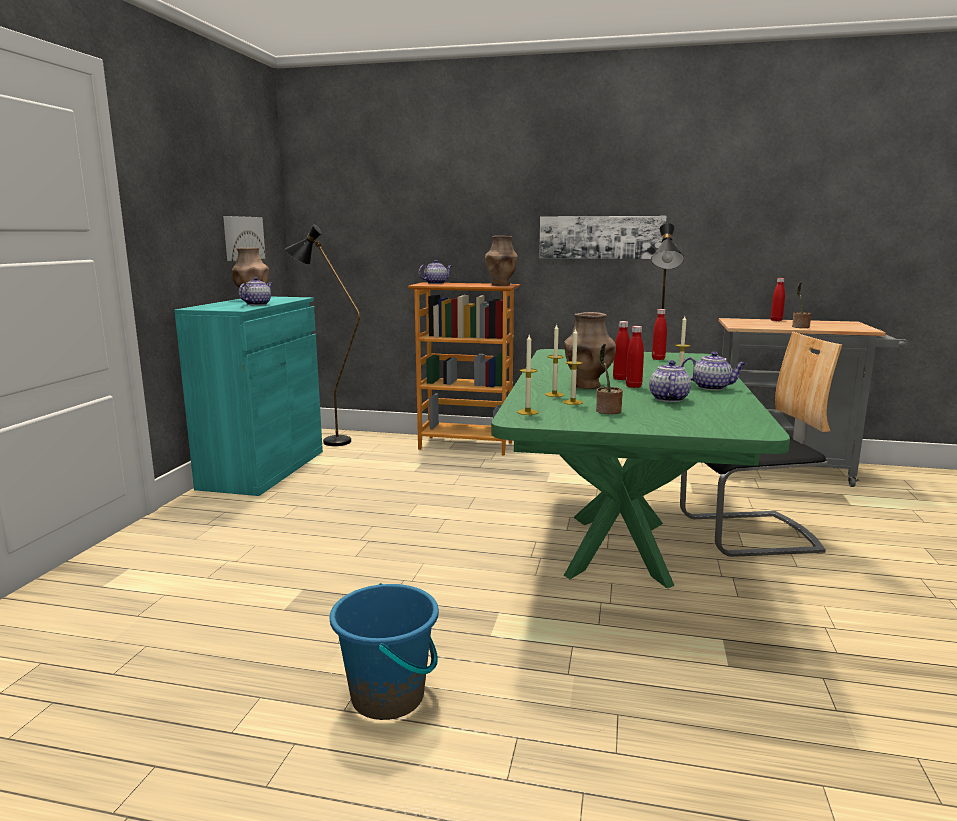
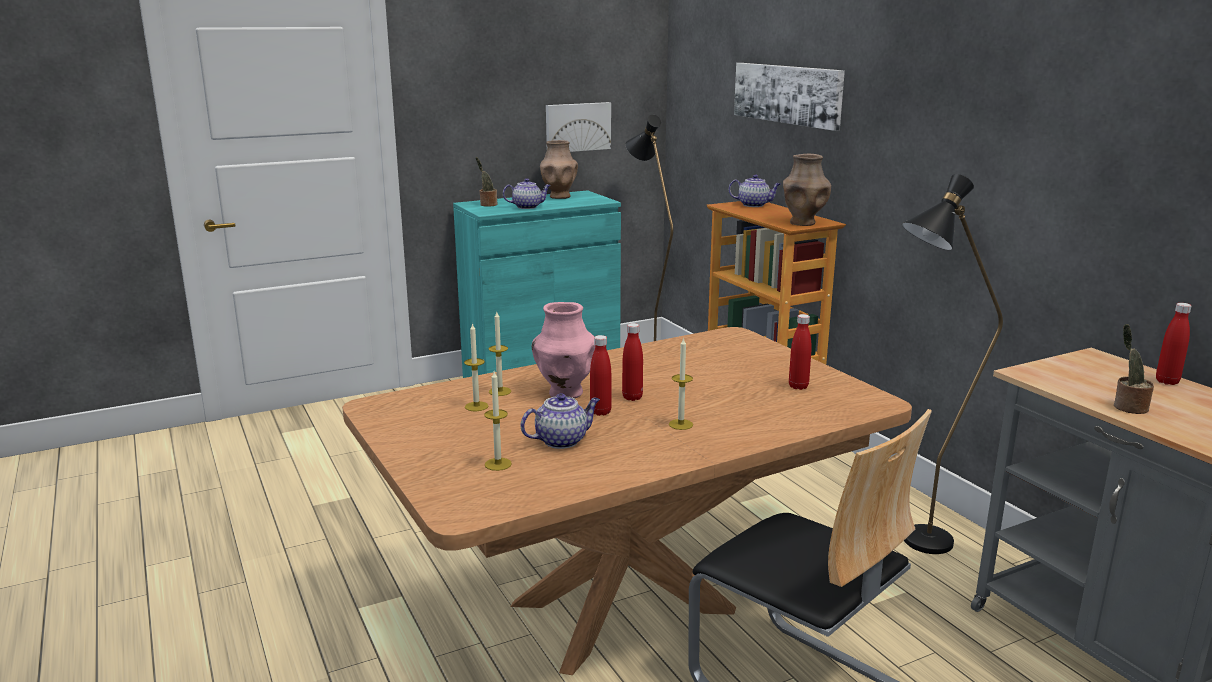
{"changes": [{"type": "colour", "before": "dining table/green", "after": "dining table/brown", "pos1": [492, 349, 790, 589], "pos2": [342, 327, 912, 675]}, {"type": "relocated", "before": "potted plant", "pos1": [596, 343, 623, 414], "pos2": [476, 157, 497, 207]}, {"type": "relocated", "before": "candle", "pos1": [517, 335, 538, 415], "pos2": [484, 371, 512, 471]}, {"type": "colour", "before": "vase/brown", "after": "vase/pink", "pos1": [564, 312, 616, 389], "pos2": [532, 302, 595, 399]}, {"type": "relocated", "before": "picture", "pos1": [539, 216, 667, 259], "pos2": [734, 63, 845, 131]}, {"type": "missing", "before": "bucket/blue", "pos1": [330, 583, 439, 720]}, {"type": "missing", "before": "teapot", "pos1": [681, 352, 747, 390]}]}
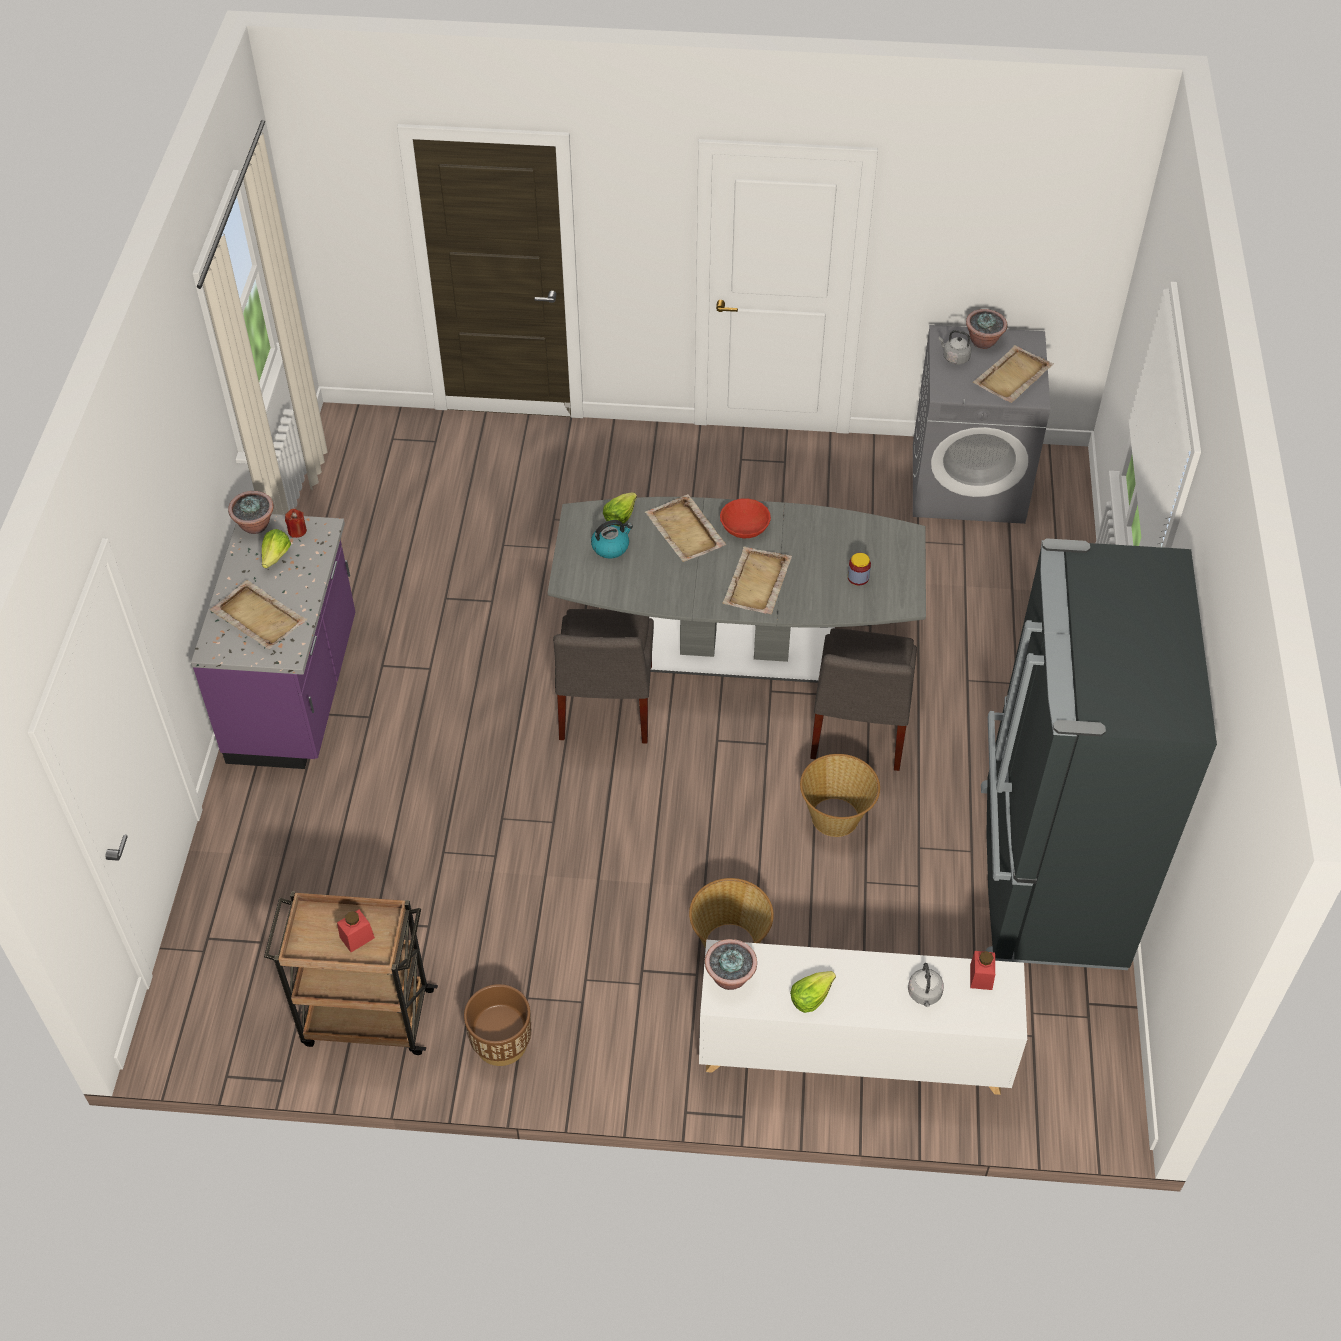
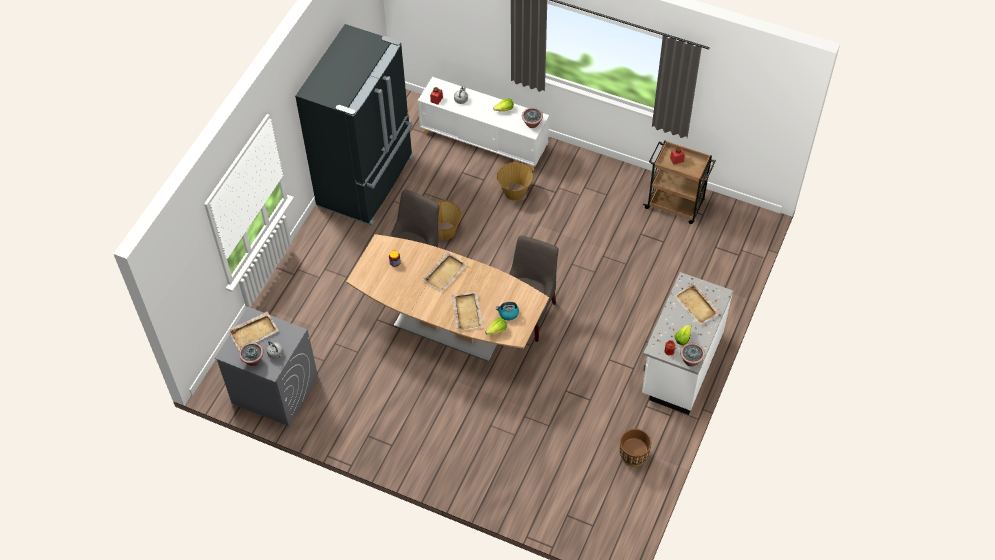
{"changes": [{"type": "colour", "before": "dining table/grey", "after": "dining table/brown", "pos1": [548, 497, 926, 683], "pos2": [346, 234, 549, 362]}, {"type": "relocated", "before": "planter/brown", "pos1": [464, 984, 531, 1066], "pos2": [619, 429, 651, 467]}, {"type": "colour", "before": "counter/purple", "after": "counter/white", "pos1": [191, 514, 355, 769], "pos2": [642, 272, 733, 415]}, {"type": "missing", "before": "bowl/red", "pos1": [720, 498, 771, 538]}]}
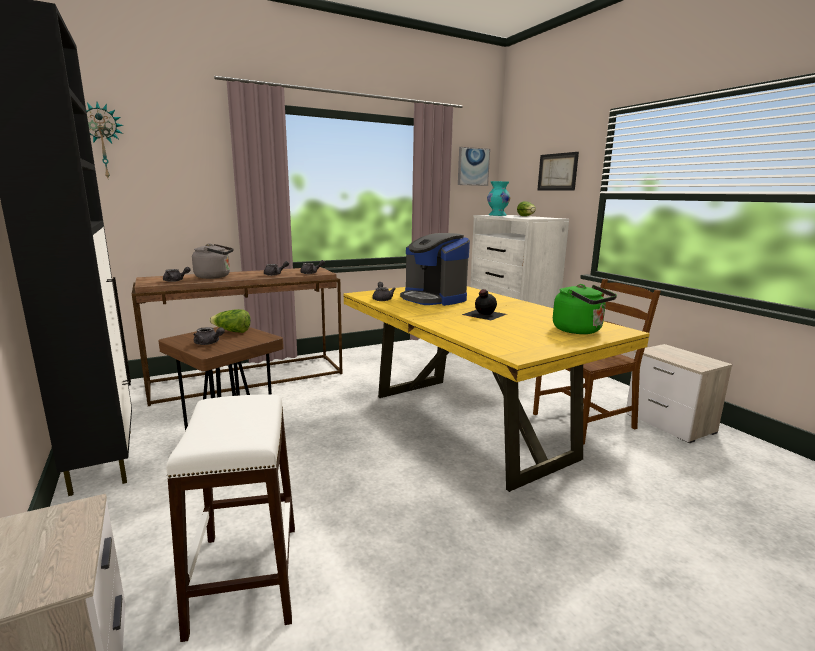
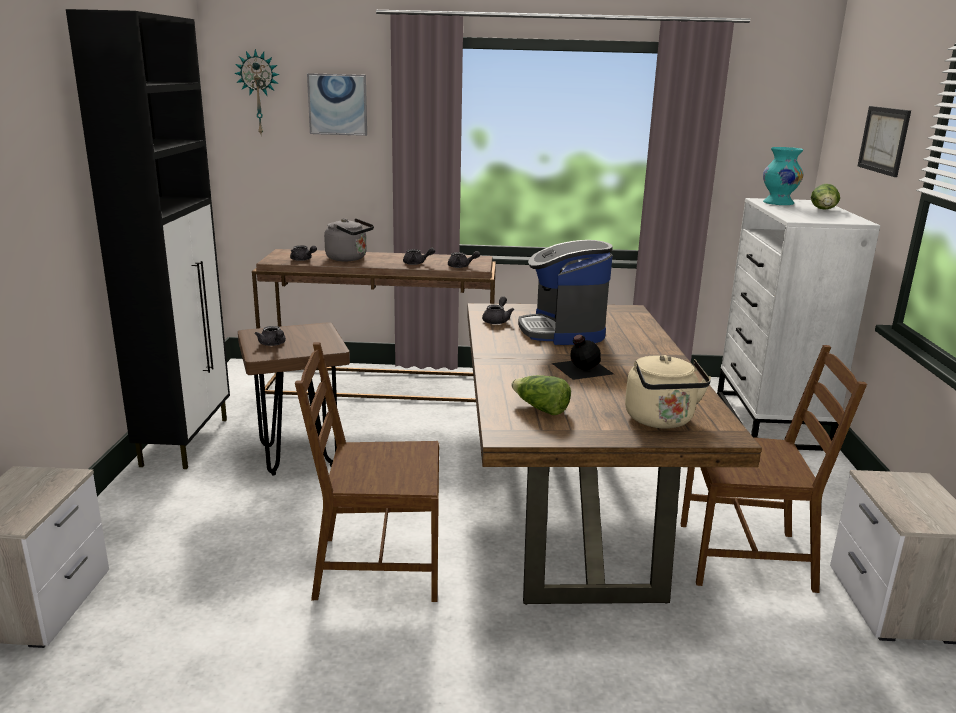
{"changes": [{"type": "appeared", "after": "chair/brown", "pos2": [295, 342, 439, 602]}, {"type": "relocated", "before": "picture", "pos1": [458, 147, 490, 186], "pos2": [307, 73, 367, 136]}, {"type": "colour", "before": "dining table/yellow", "after": "dining table/brown", "pos1": [343, 286, 650, 492], "pos2": [467, 303, 762, 605]}, {"type": "relocated", "before": "lettuce", "pos1": [209, 309, 251, 333], "pos2": [512, 375, 571, 415]}, {"type": "colour", "before": "kettle/green", "after": "kettle/beige", "pos1": [553, 284, 617, 334], "pos2": [625, 355, 711, 428]}, {"type": "missing", "before": "stool/white", "pos1": [166, 395, 295, 642]}]}
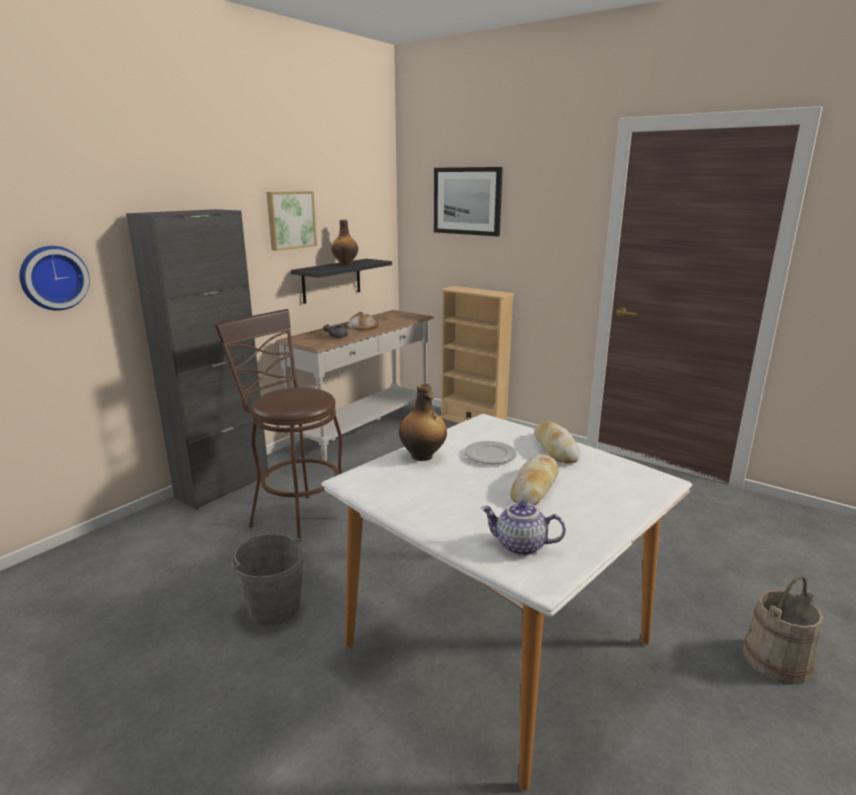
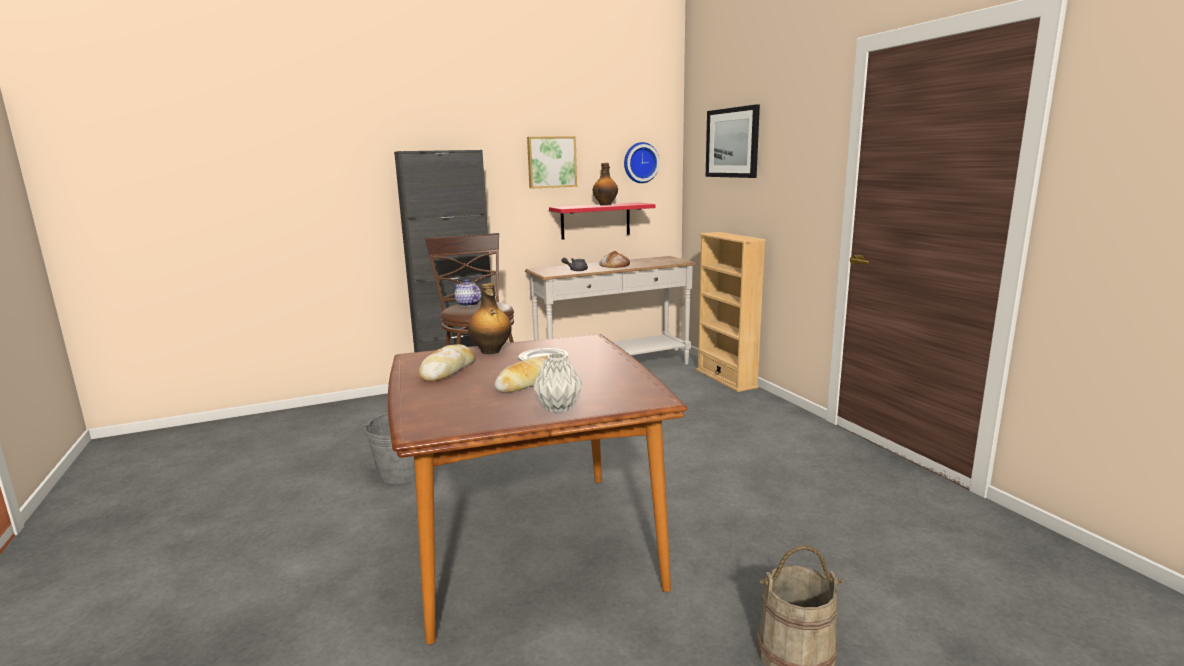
{"changes": [{"type": "colour", "before": "dining table/white", "after": "dining table/brown", "pos1": [321, 414, 692, 791], "pos2": [388, 334, 688, 645]}, {"type": "relocated", "before": "bread", "pos1": [534, 421, 580, 464], "pos2": [419, 344, 475, 381]}, {"type": "relocated", "before": "teapot", "pos1": [481, 501, 566, 556], "pos2": [455, 279, 481, 307]}, {"type": "appeared", "after": "vase/grey", "pos2": [533, 353, 583, 413]}, {"type": "colour", "before": "shelf/black", "after": "shelf/red", "pos1": [291, 259, 392, 304], "pos2": [549, 202, 655, 240]}, {"type": "relocated", "before": "wall clock", "pos1": [19, 246, 90, 311], "pos2": [624, 142, 660, 183]}]}
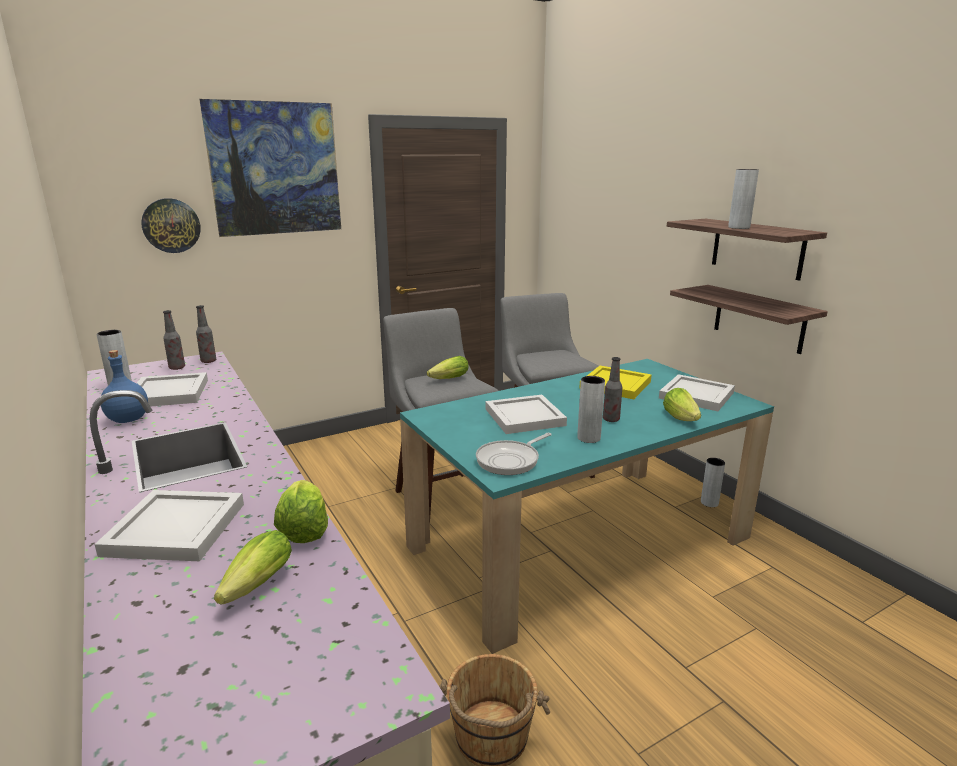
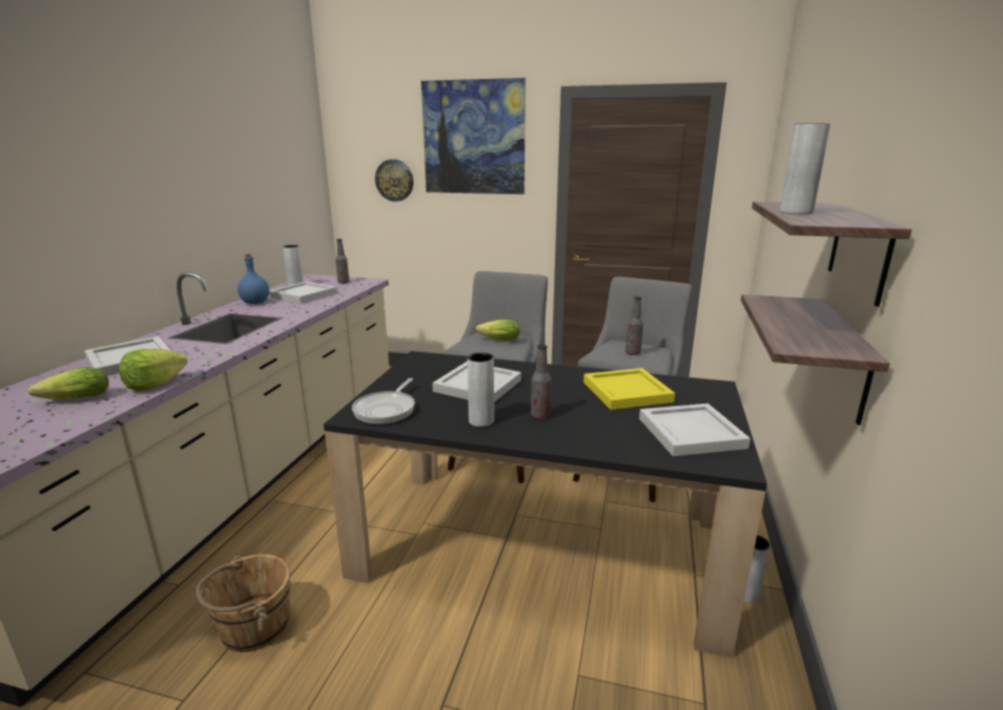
{"changes": [{"type": "colour", "before": "dining table/turquoise", "after": "dining table/black", "pos1": [400, 359, 774, 654], "pos2": [324, 351, 767, 658]}, {"type": "spun", "before": "frying pan", "pos1": [476, 433, 552, 475], "pos2": [352, 378, 415, 424], "turn": -75}, {"type": "relocated", "before": "bottle", "pos1": [196, 305, 216, 363], "pos2": [625, 296, 643, 355]}, {"type": "missing", "before": "lettuce", "pos1": [663, 388, 701, 421]}]}
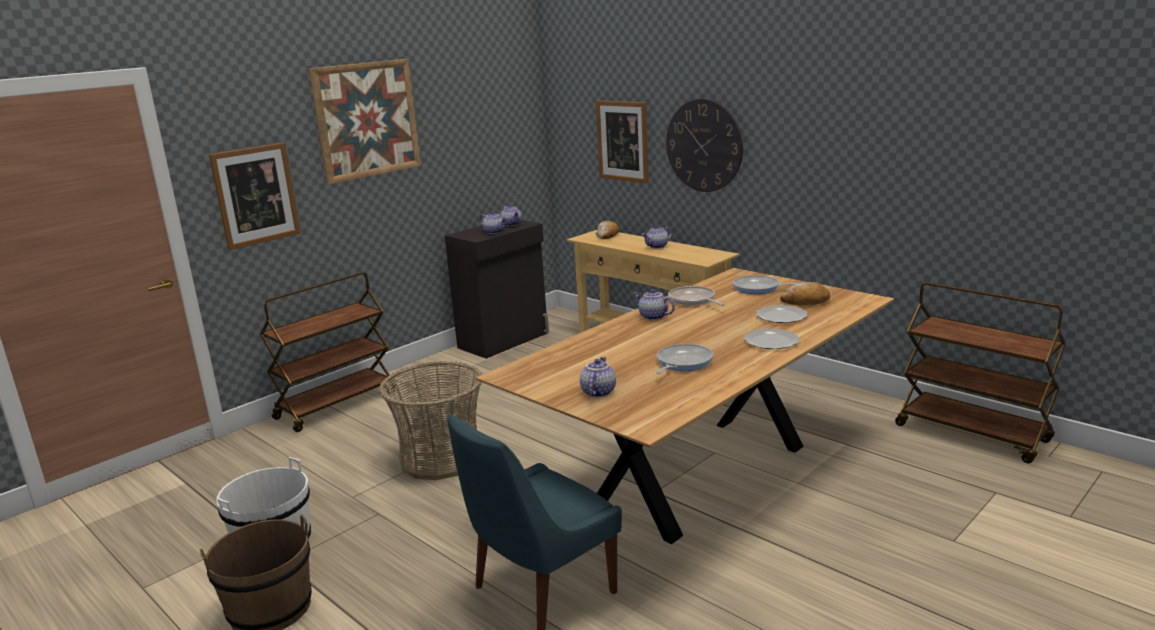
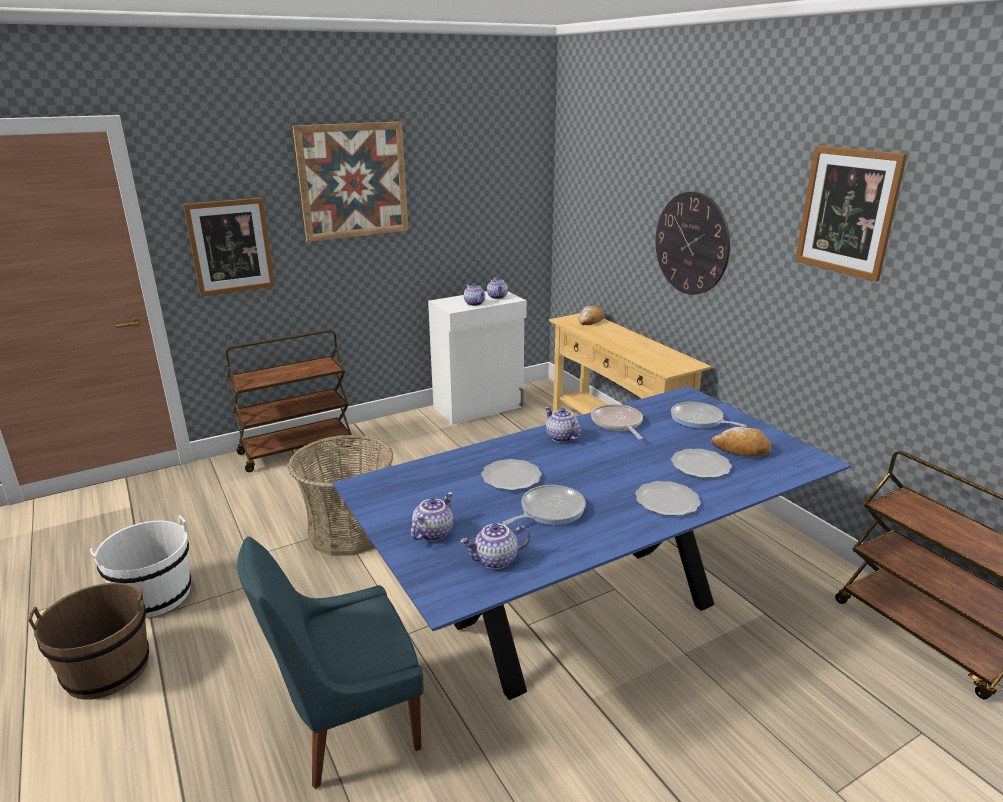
{"changes": [{"type": "colour", "before": "dining table/brown", "after": "dining table/blue", "pos1": [476, 268, 894, 544], "pos2": [332, 386, 851, 700]}, {"type": "colour", "before": "cabinet/black", "after": "cabinet/white", "pos1": [445, 220, 549, 359], "pos2": [428, 291, 527, 425]}, {"type": "relocated", "before": "teapot", "pos1": [642, 225, 672, 249], "pos2": [460, 523, 530, 569]}, {"type": "appeared", "after": "plate", "pos2": [481, 459, 542, 490]}, {"type": "relocated", "before": "picture", "pos1": [596, 101, 649, 184], "pos2": [795, 146, 907, 282]}]}
